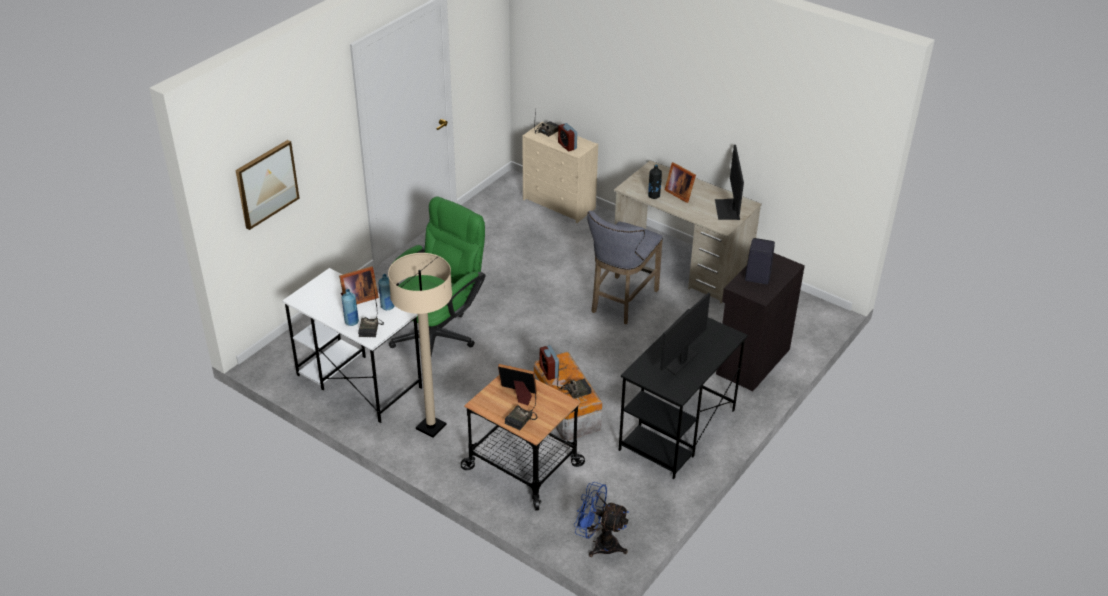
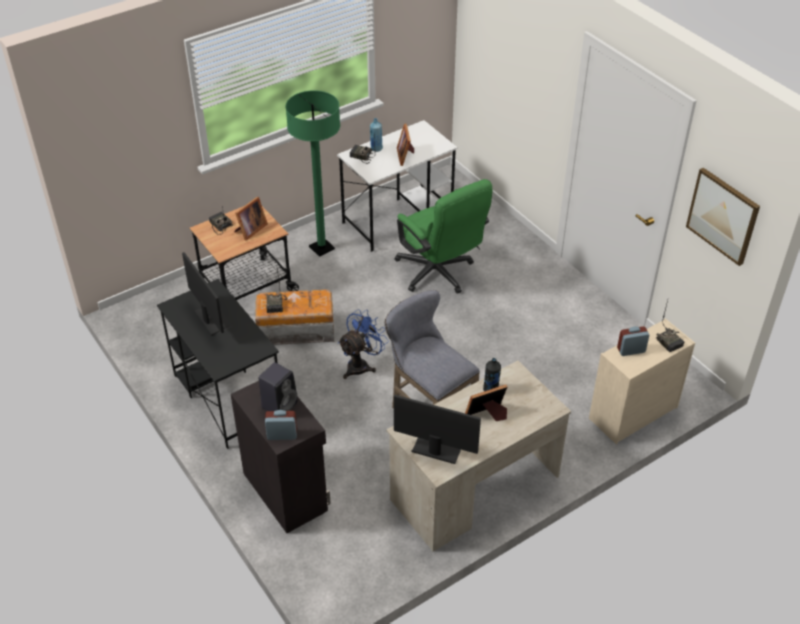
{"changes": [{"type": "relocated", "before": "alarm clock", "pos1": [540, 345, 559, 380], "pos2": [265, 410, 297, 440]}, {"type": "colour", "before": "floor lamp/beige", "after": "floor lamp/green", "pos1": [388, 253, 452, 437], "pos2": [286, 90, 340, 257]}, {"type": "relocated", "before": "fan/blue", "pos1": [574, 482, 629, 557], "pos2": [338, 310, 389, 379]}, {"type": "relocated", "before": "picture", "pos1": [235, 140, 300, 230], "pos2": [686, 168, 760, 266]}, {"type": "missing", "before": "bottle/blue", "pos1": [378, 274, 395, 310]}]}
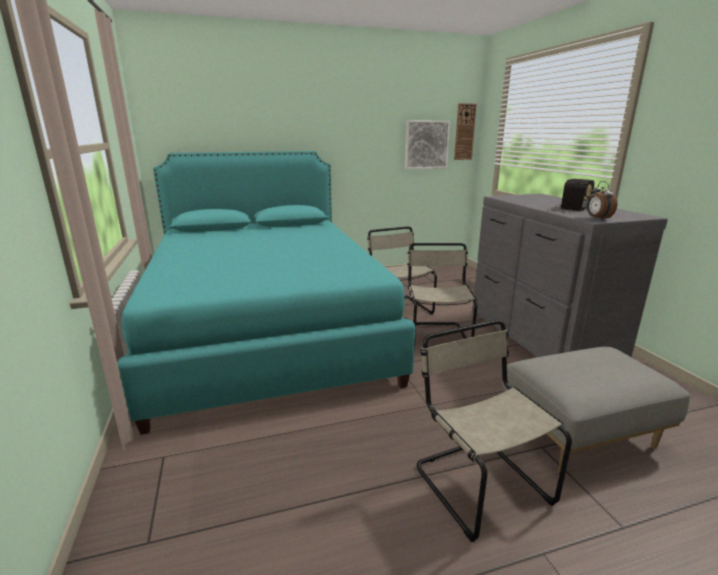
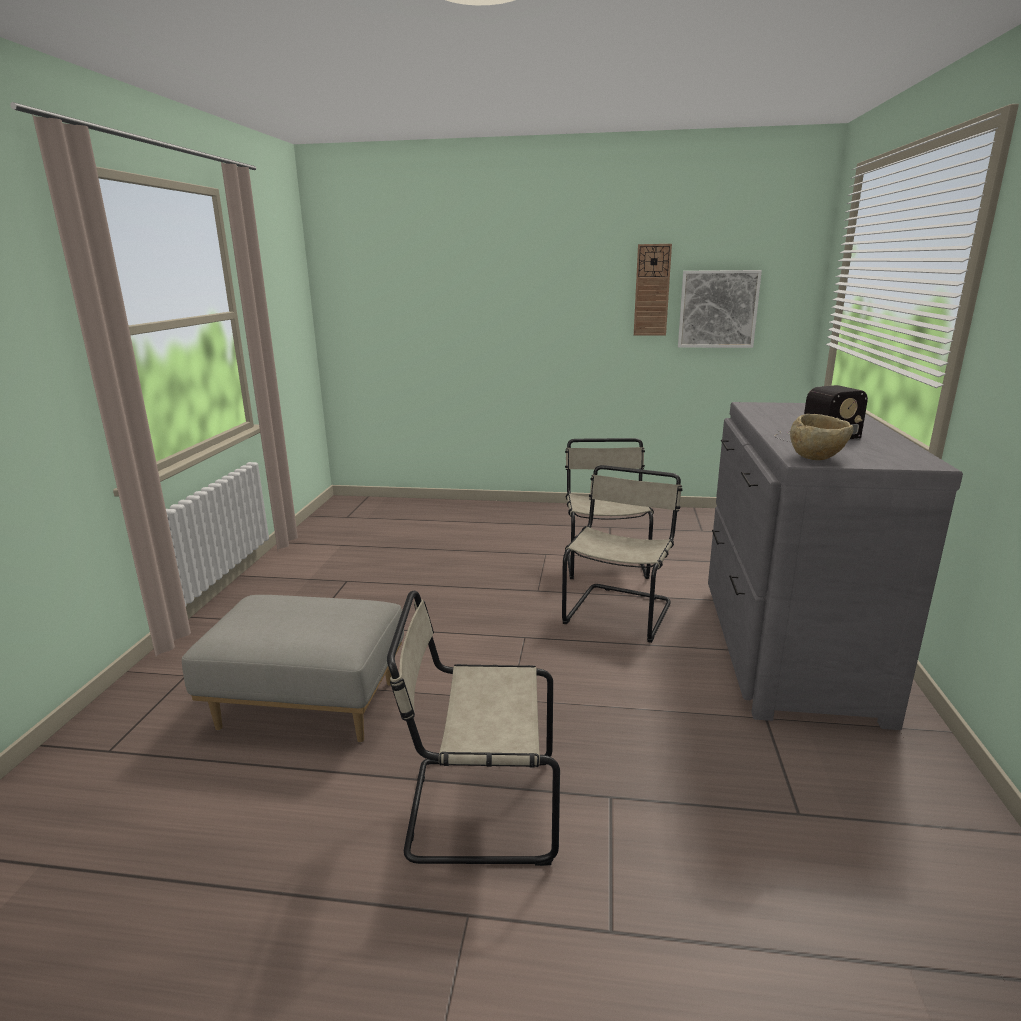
{"changes": [{"type": "relocated", "before": "ottoman/grey", "pos1": [503, 347, 690, 473], "pos2": [182, 595, 404, 742]}, {"type": "spun", "before": "chair/beige", "pos1": [417, 320, 572, 542], "pos2": [387, 590, 560, 866], "turn": -90}, {"type": "relocated", "before": "wall clock", "pos1": [454, 103, 477, 160], "pos2": [634, 244, 672, 335]}, {"type": "exchanged", "before": "alarm clock", "after": "bowl/beige", "pos1": [587, 181, 618, 220], "pos2": [790, 414, 853, 460]}, {"type": "missing", "before": "bed/turquoise", "pos1": [117, 151, 415, 435]}]}
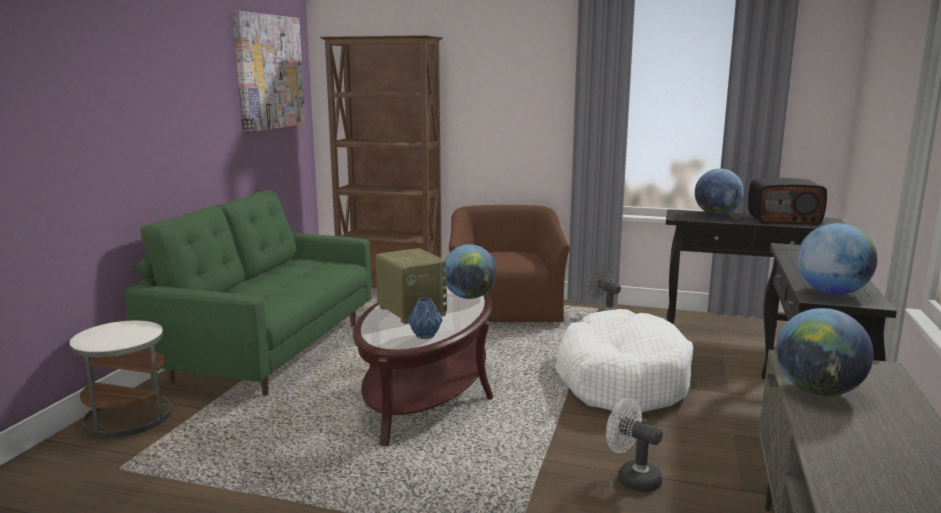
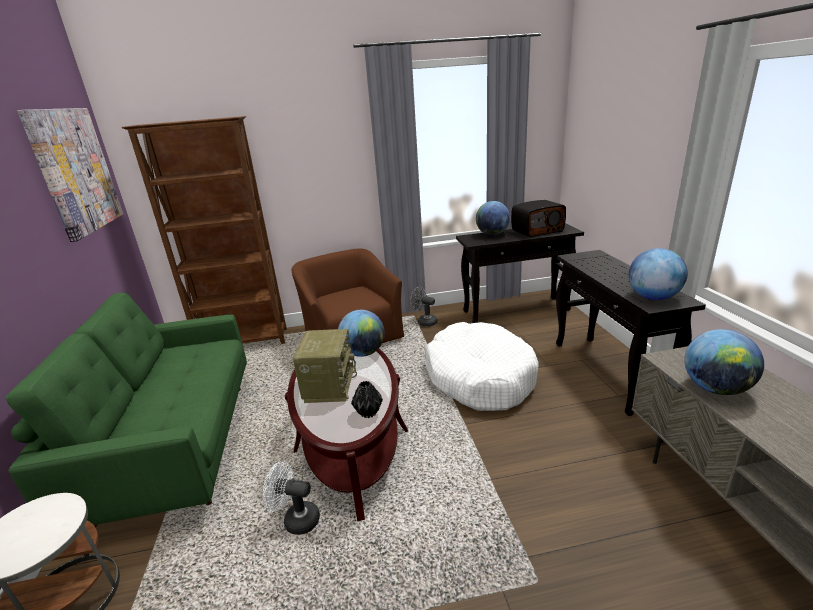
{"changes": [{"type": "relocated", "before": "fan/white", "pos1": [606, 398, 663, 492], "pos2": [263, 461, 320, 535]}, {"type": "spun", "before": "radio", "pos1": [376, 248, 447, 324], "pos2": [293, 329, 357, 403], "turn": 60}, {"type": "colour", "before": "vase/blue", "after": "vase/black", "pos1": [408, 298, 442, 339], "pos2": [351, 381, 383, 418]}]}
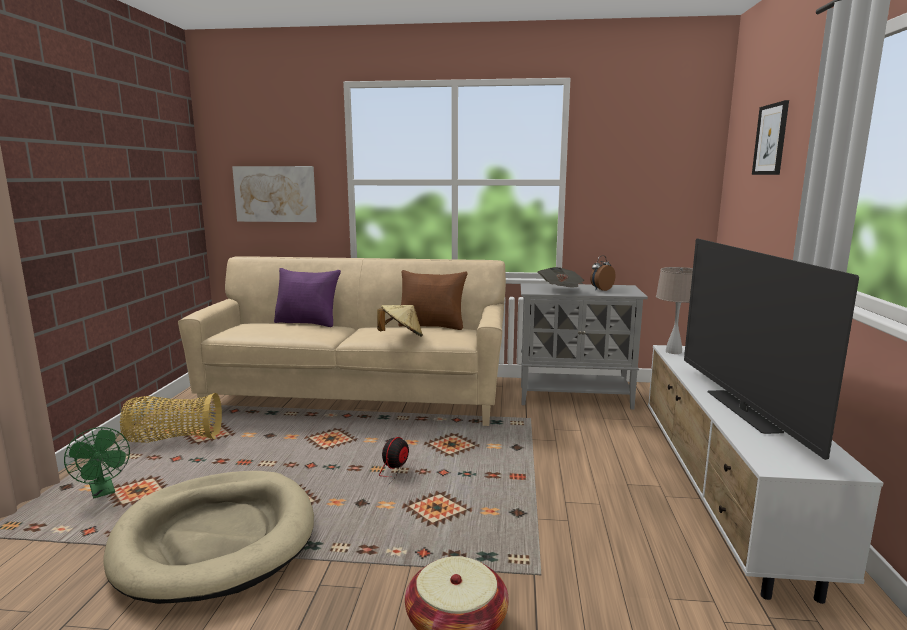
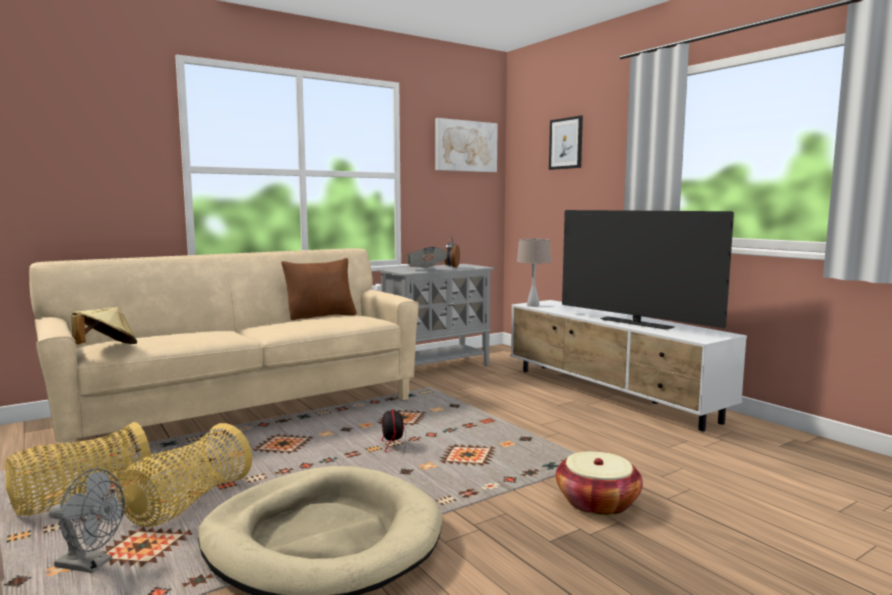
{"changes": [{"type": "colour", "before": "fan/green", "after": "fan/grey", "pos1": [64, 427, 130, 499], "pos2": [49, 469, 125, 573]}, {"type": "relocated", "before": "hat/beige", "pos1": [377, 305, 423, 337], "pos2": [71, 307, 137, 344]}, {"type": "appeared", "after": "basket", "pos2": [117, 423, 252, 527]}, {"type": "relocated", "before": "picture", "pos1": [232, 166, 317, 222], "pos2": [435, 118, 498, 172]}, {"type": "missing", "before": "pillow/purple", "pos1": [274, 268, 341, 327]}]}
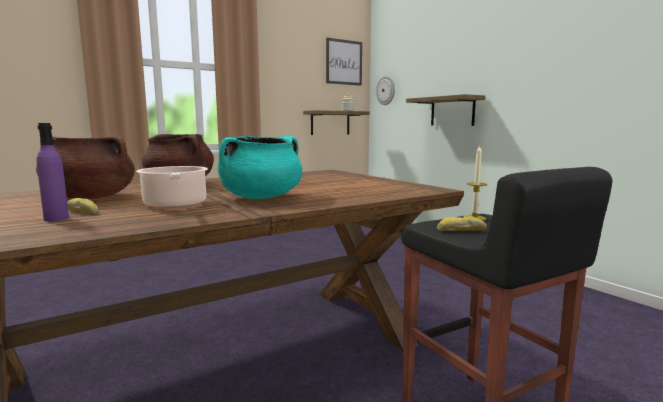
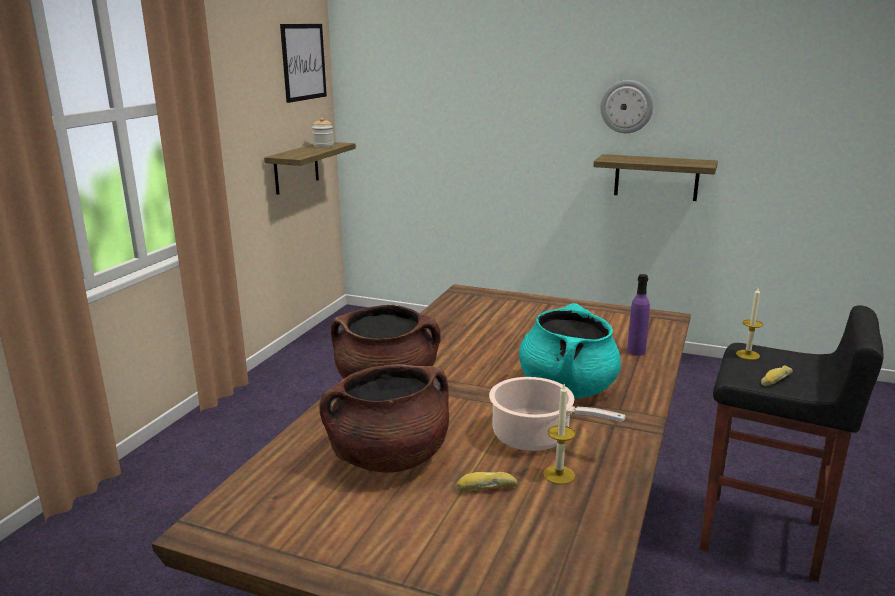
{"changes": [{"type": "appeared", "after": "candle", "pos2": [543, 384, 576, 484]}, {"type": "relocated", "before": "shelf", "pos1": [406, 94, 485, 126], "pos2": [593, 154, 718, 201]}, {"type": "relocated", "before": "wall clock", "pos1": [376, 76, 395, 105], "pos2": [600, 80, 653, 133]}, {"type": "relocated", "before": "bottle/purple", "pos1": [37, 123, 69, 222], "pos2": [627, 274, 650, 356]}]}
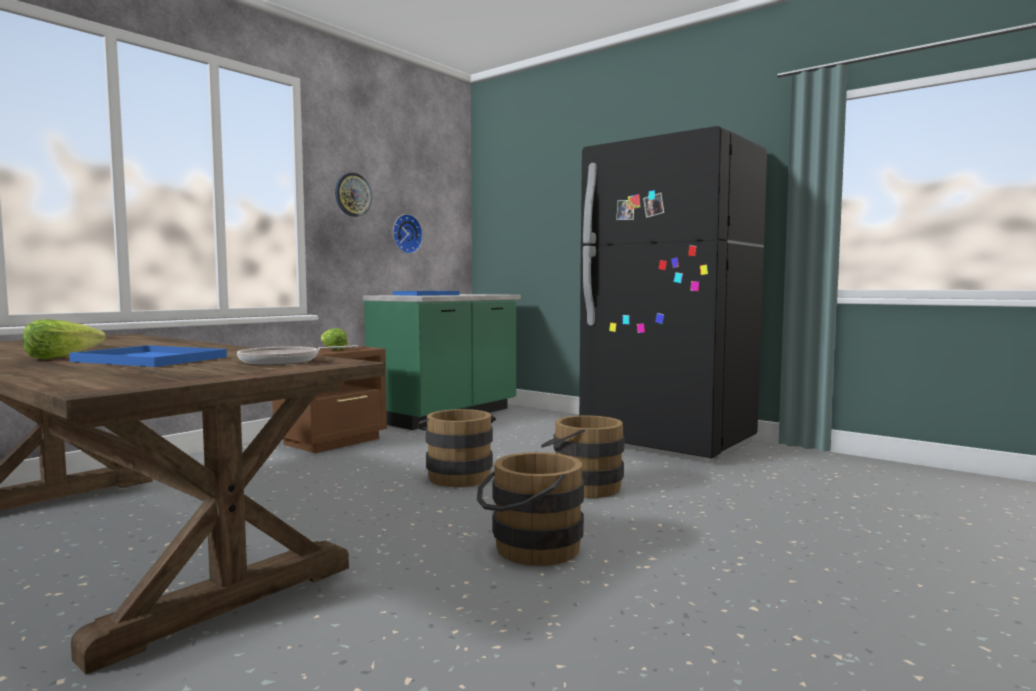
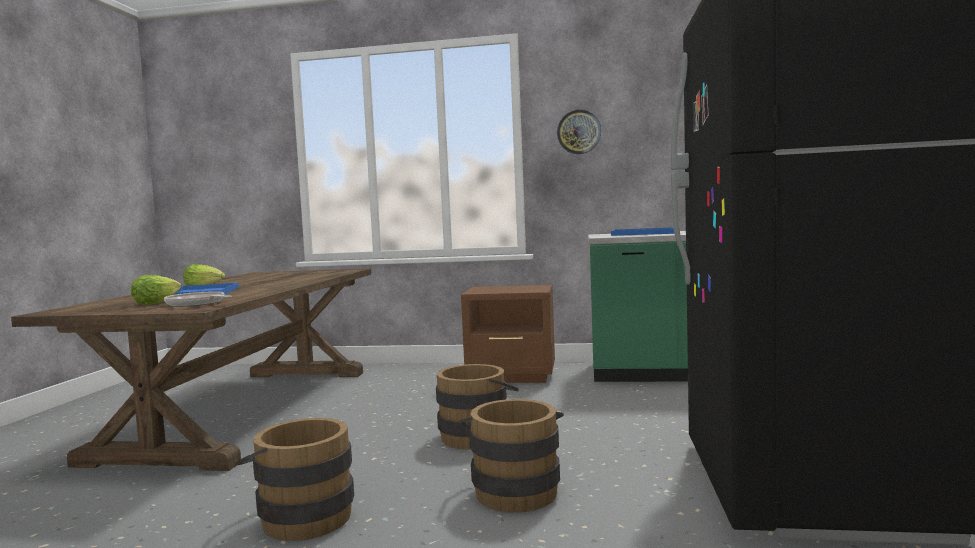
{"changes": [{"type": "relocated", "before": "lettuce", "pos1": [321, 328, 348, 350], "pos2": [131, 275, 182, 305]}, {"type": "missing", "before": "wall clock", "pos1": [393, 214, 423, 254]}]}
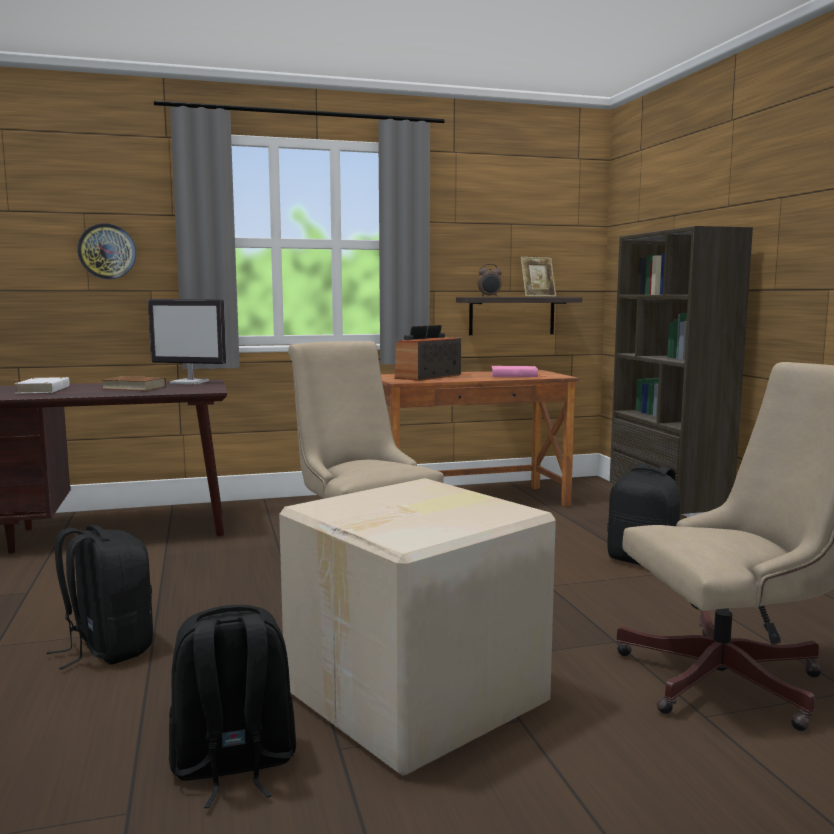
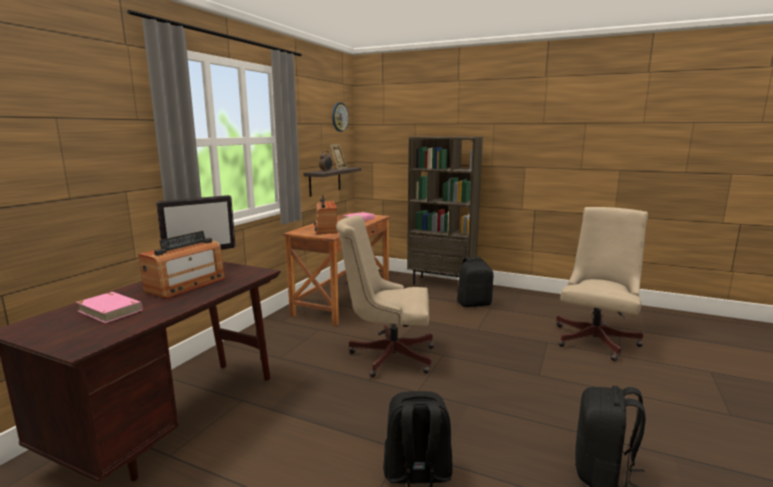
{"changes": [{"type": "colour", "before": "book/white", "after": "book/pink", "pos1": [15, 377, 70, 394], "pos2": [76, 292, 142, 323]}, {"type": "exchanged", "before": "book/brown", "after": "radio", "pos1": [102, 376, 166, 391], "pos2": [138, 231, 225, 299]}, {"type": "relocated", "before": "wall clock", "pos1": [77, 223, 136, 279], "pos2": [332, 102, 348, 132]}, {"type": "missing", "before": "cardboard box", "pos1": [279, 478, 556, 776]}]}
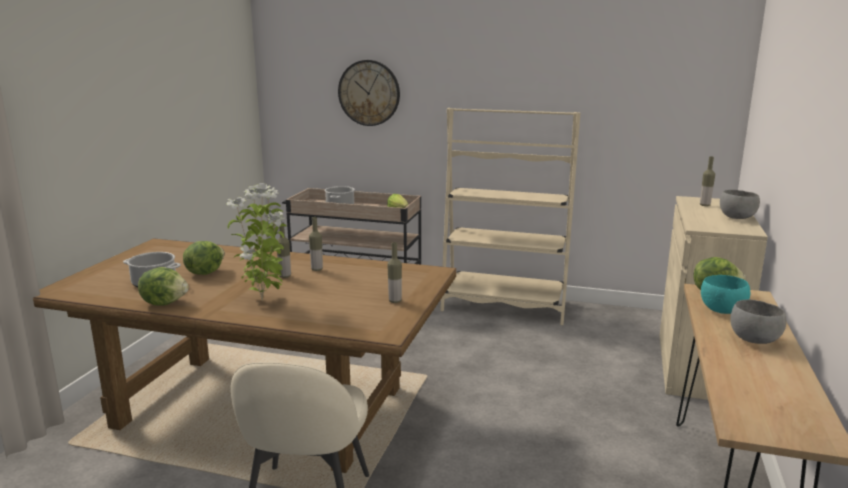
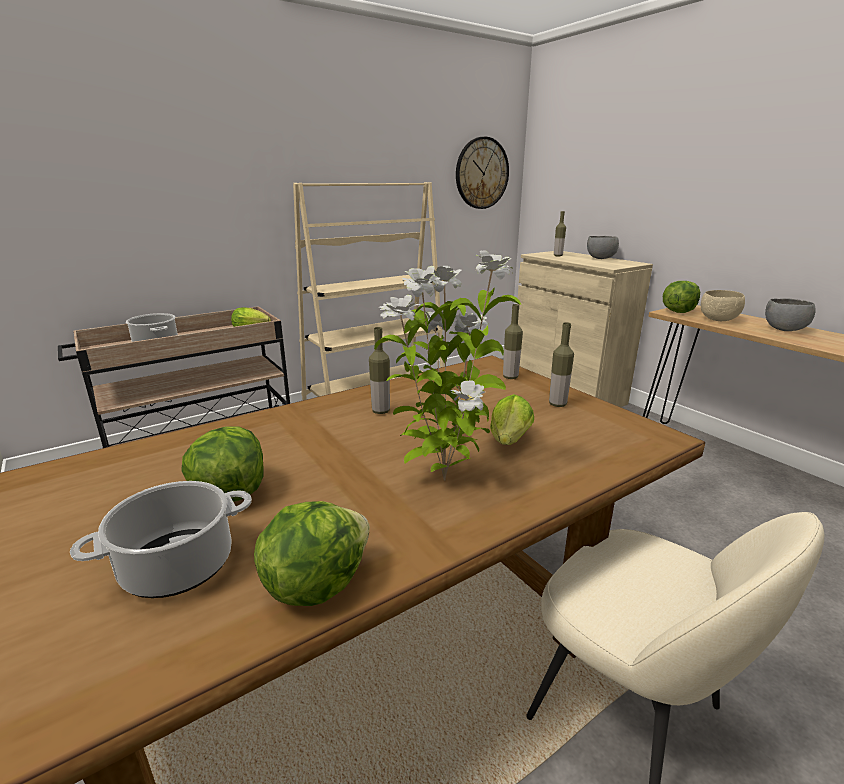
{"changes": [{"type": "relocated", "before": "wall clock", "pos1": [338, 60, 400, 126], "pos2": [456, 137, 509, 209]}, {"type": "appeared", "after": "lettuce", "pos2": [490, 394, 534, 445]}, {"type": "relocated", "before": "bottle", "pos1": [277, 223, 291, 278], "pos2": [503, 304, 523, 379]}, {"type": "colour", "before": "bowl/turquoise", "after": "bowl/beige", "pos1": [701, 275, 750, 314], "pos2": [701, 290, 745, 321]}]}
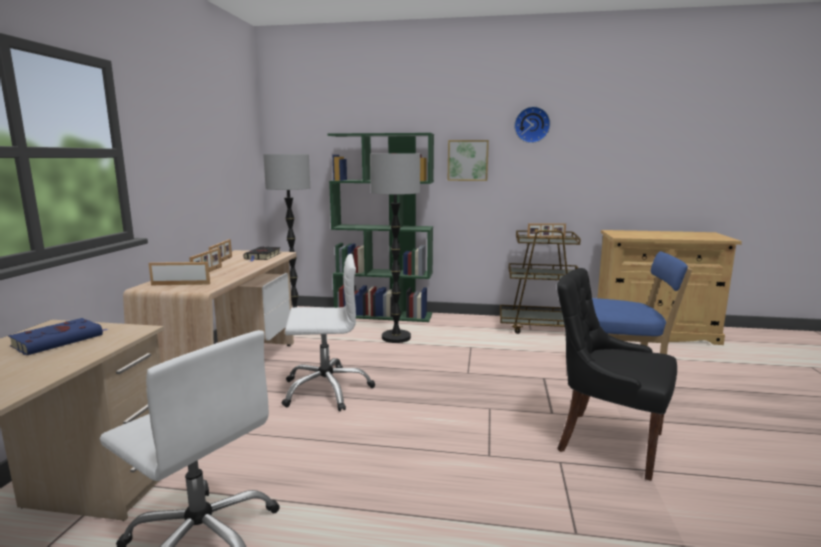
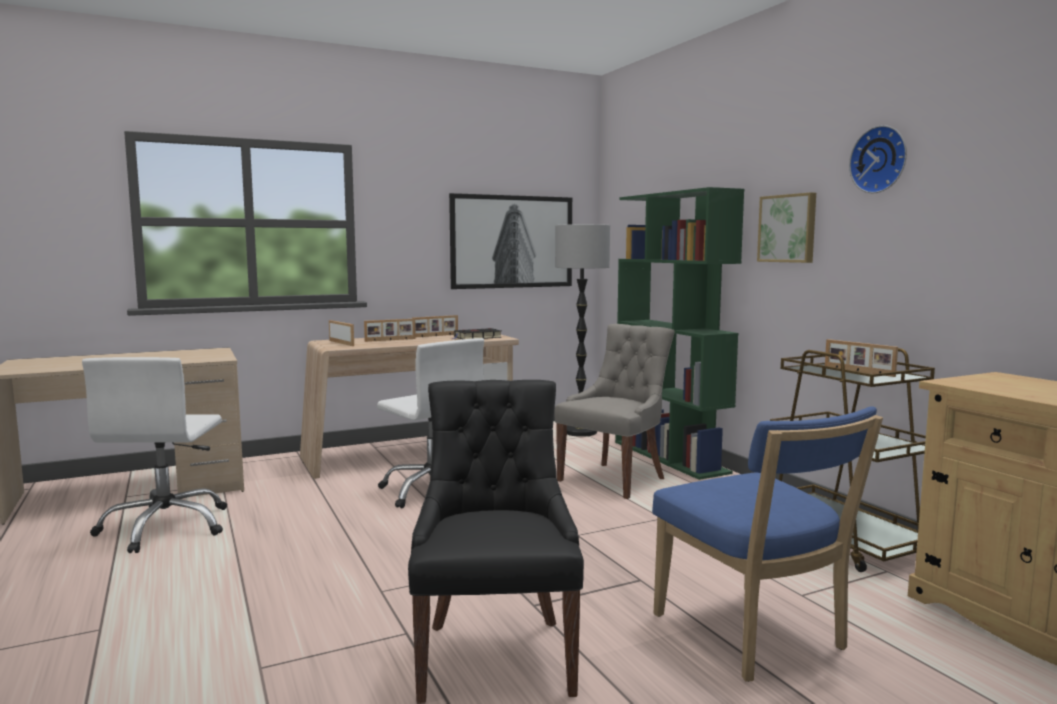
{"changes": [{"type": "appeared", "after": "picture", "pos2": [449, 193, 572, 289]}, {"type": "exchanged", "before": "floor lamp", "after": "chair/grey", "pos1": [370, 153, 420, 343], "pos2": [554, 324, 675, 499]}, {"type": "missing", "before": "book/blue", "pos1": [8, 318, 109, 355]}]}
